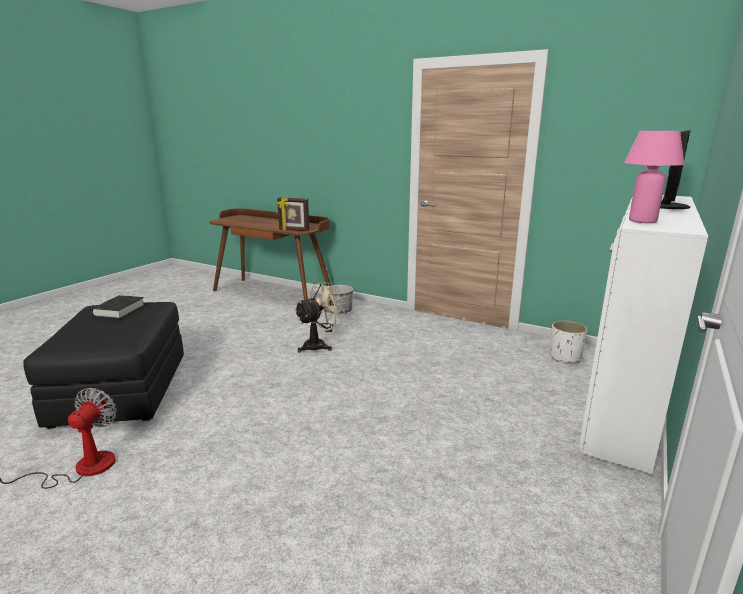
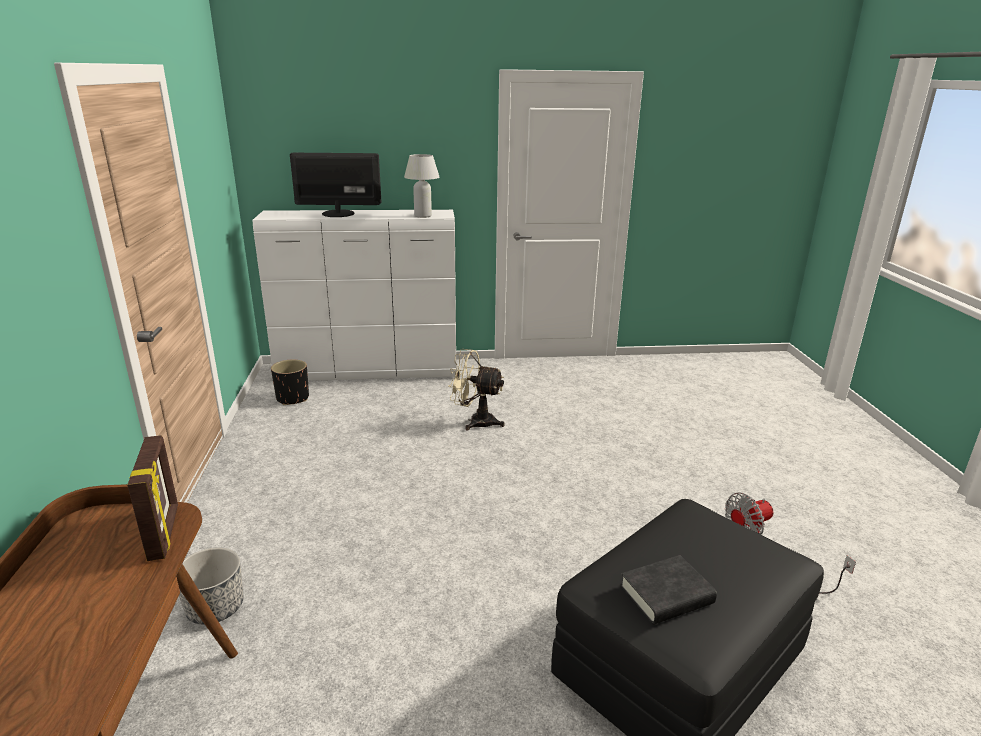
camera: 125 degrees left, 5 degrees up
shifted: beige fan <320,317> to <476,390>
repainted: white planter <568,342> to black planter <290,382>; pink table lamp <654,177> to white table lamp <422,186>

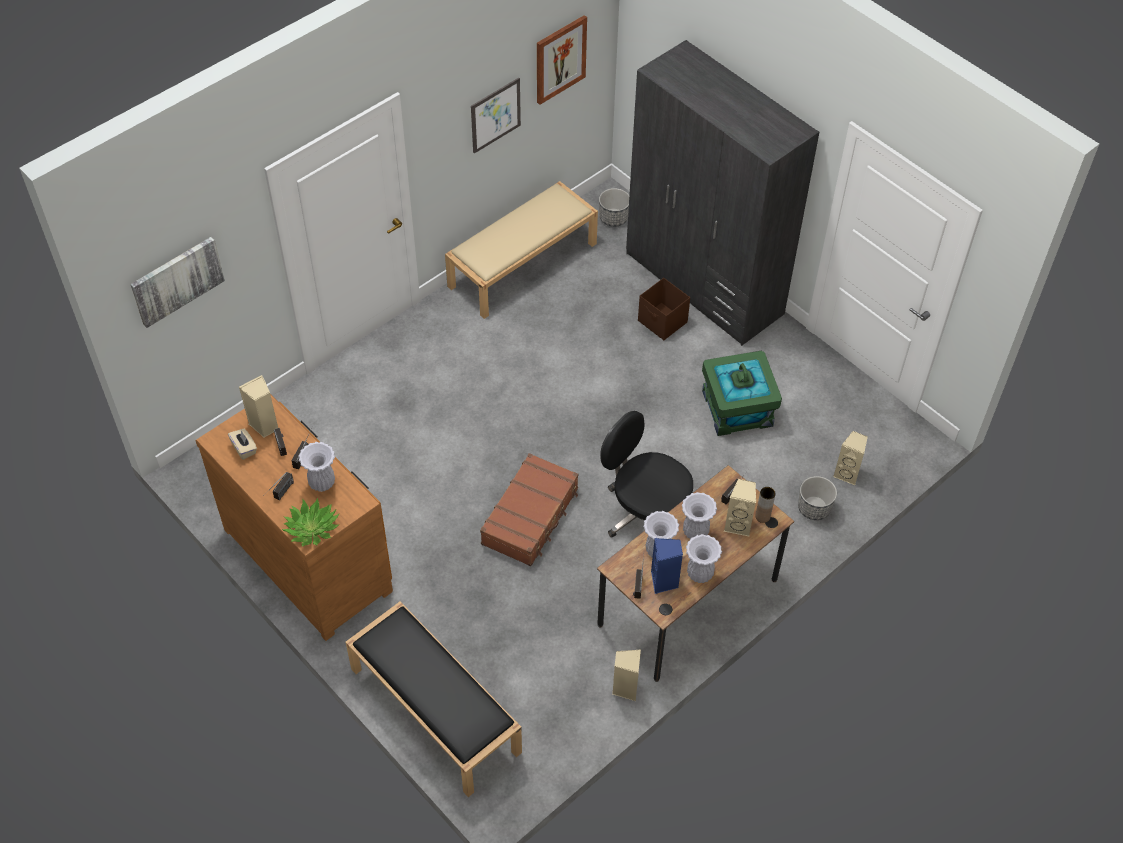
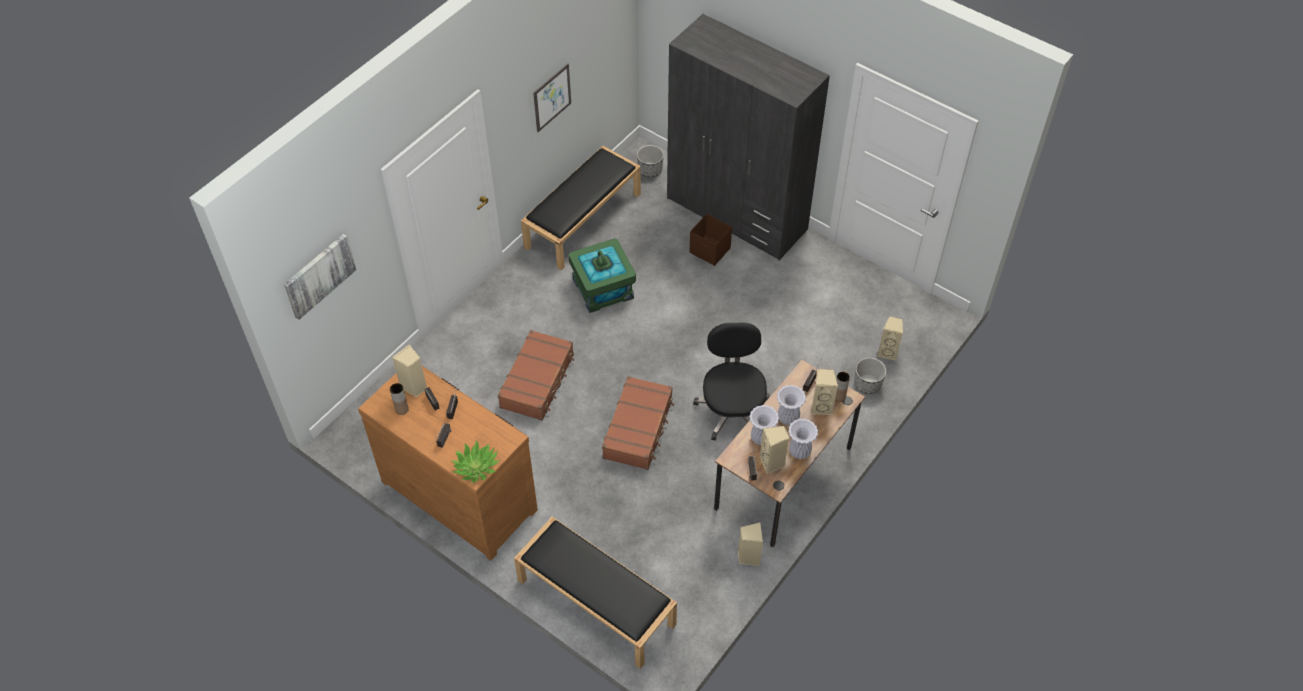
camera: 10 degrees left, 0 degrees up
gone: white vase <317,467>; picture <562,60>
new: brown suitcase <536,375>
shifted: green storage box <742,393> to <602,275>
swapped: beige tissue box <242,444> to brown vase <399,399>
repainted: beige bench <521,250> to black bench <581,208>; blue speaker <667,566> to beige speaker <774,450>
rotated: black office chair <646,474> = <731,381> 60 degrees clockwise

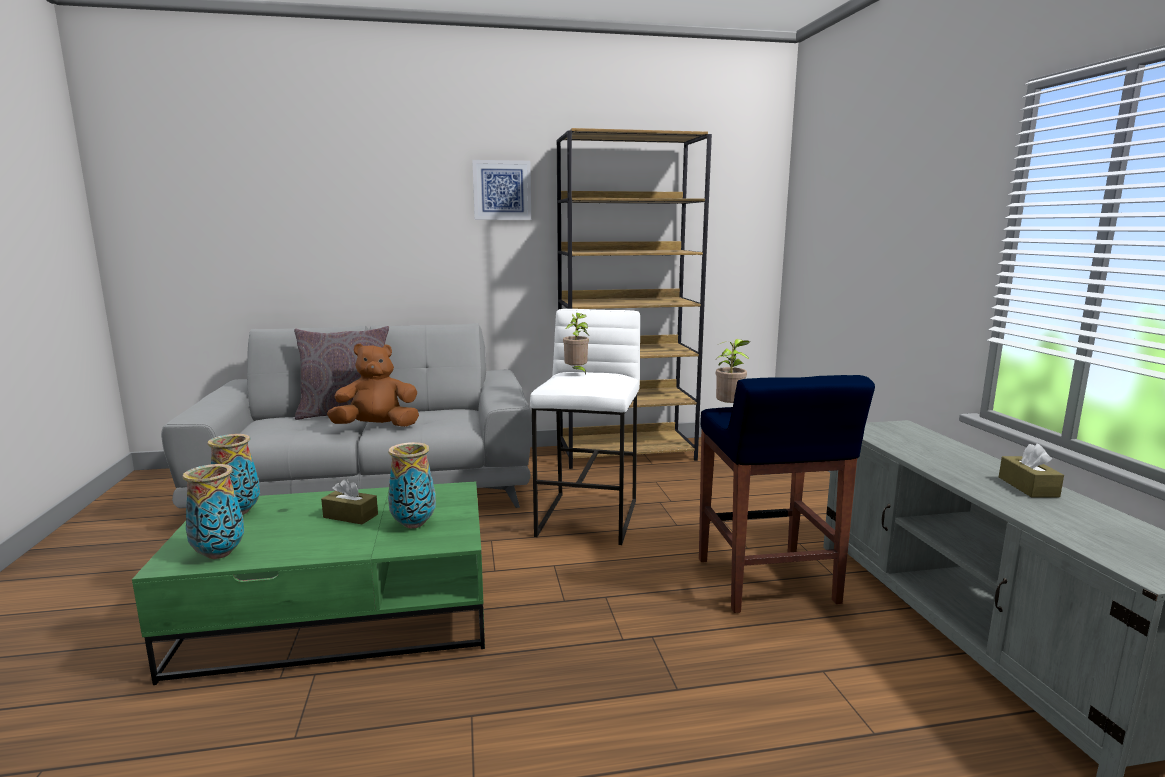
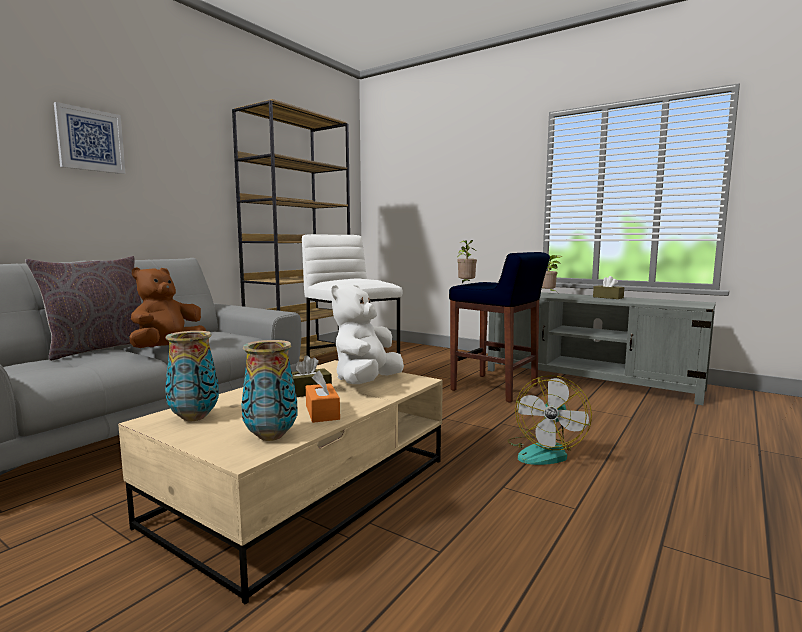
camera: 45 degrees left, 5 degrees down
new: orange tissue box <323,397>; fan <549,420>
shifted: picture <501,190> to <90,138>; potted plant <576,344> to <552,273>
swapped: vase <412,485> to white plush toy <367,334>
repainted: green coffee table <308,583> to beige coffee table <280,482>

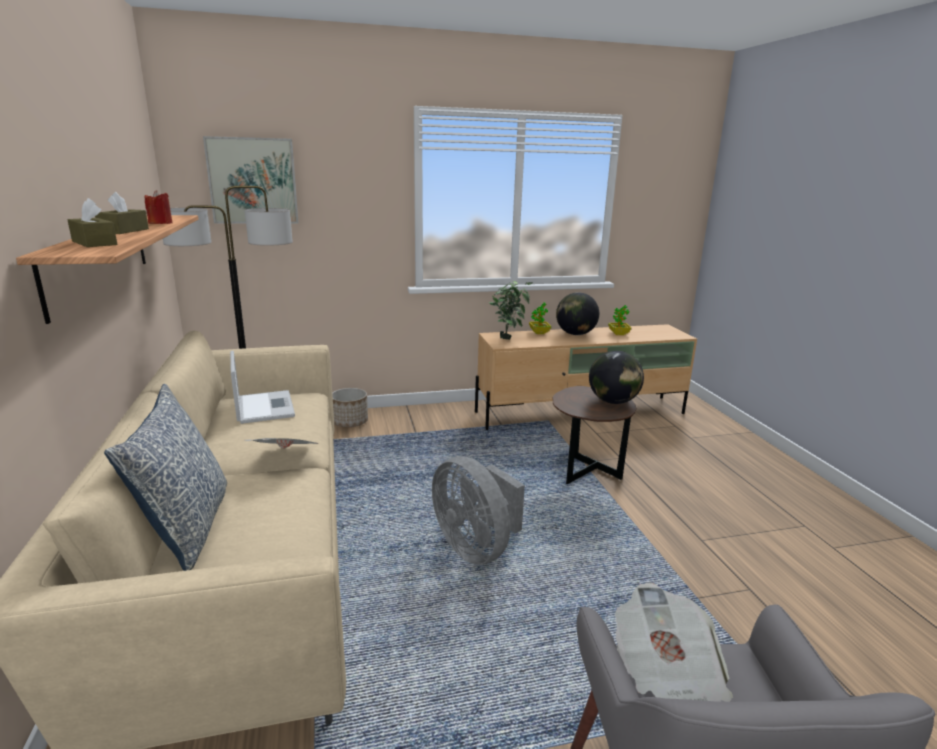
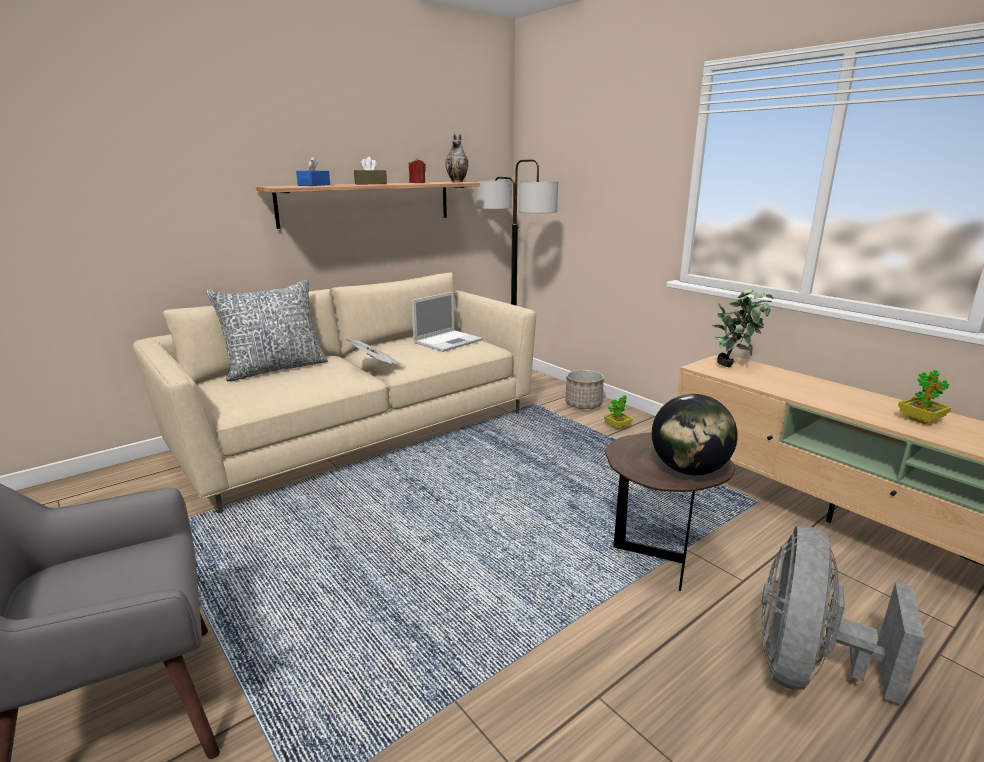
camera: 65 degrees right, 0 degrees up
gone: picture <251,180>; globe <577,313>; newspaper <674,642>
new: vase <457,158>
shifted: potted plant <540,318> to <618,412>; grey fan <478,510> to <843,615>
repainted: brown tissue box <92,222> to blue tissue box <313,171>

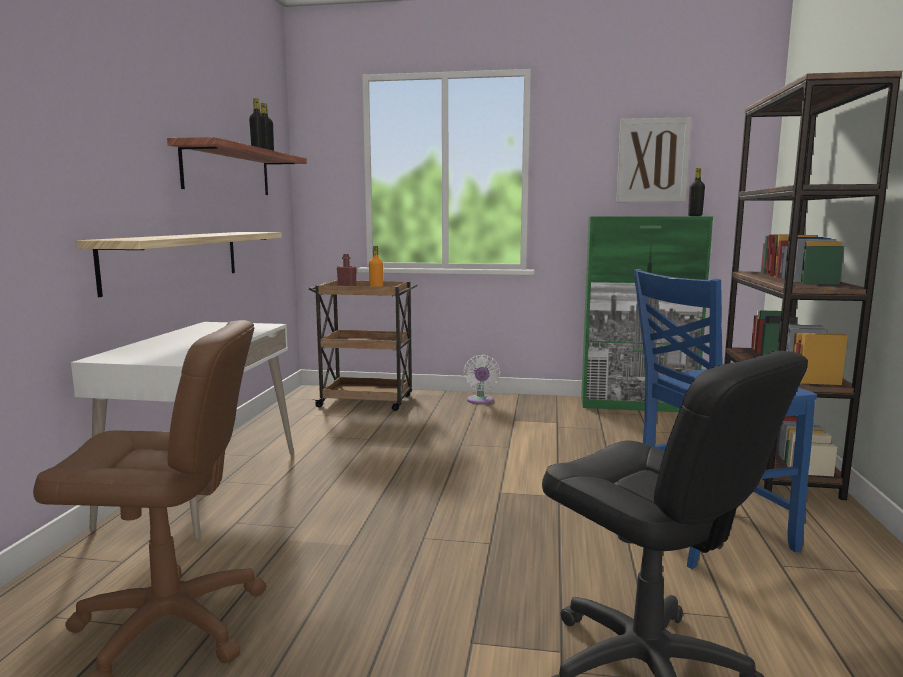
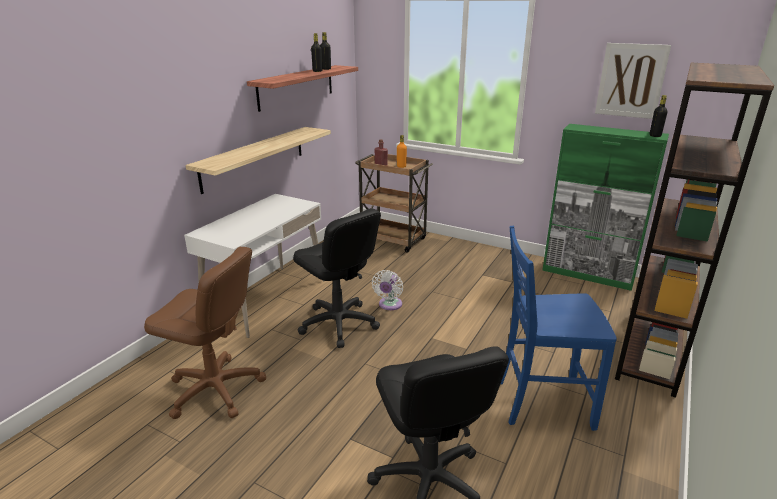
camera: 20 degrees right, 15 degrees up
new: black office chair <337,278>
shifted: white fan <481,379> to <387,290>

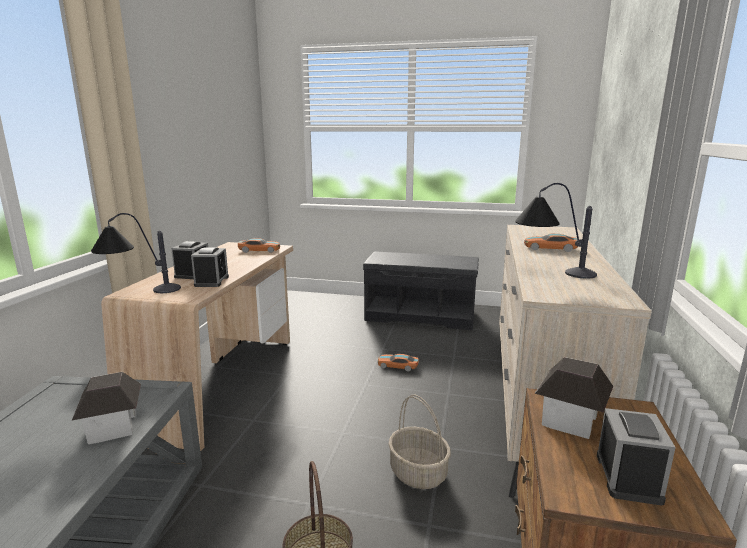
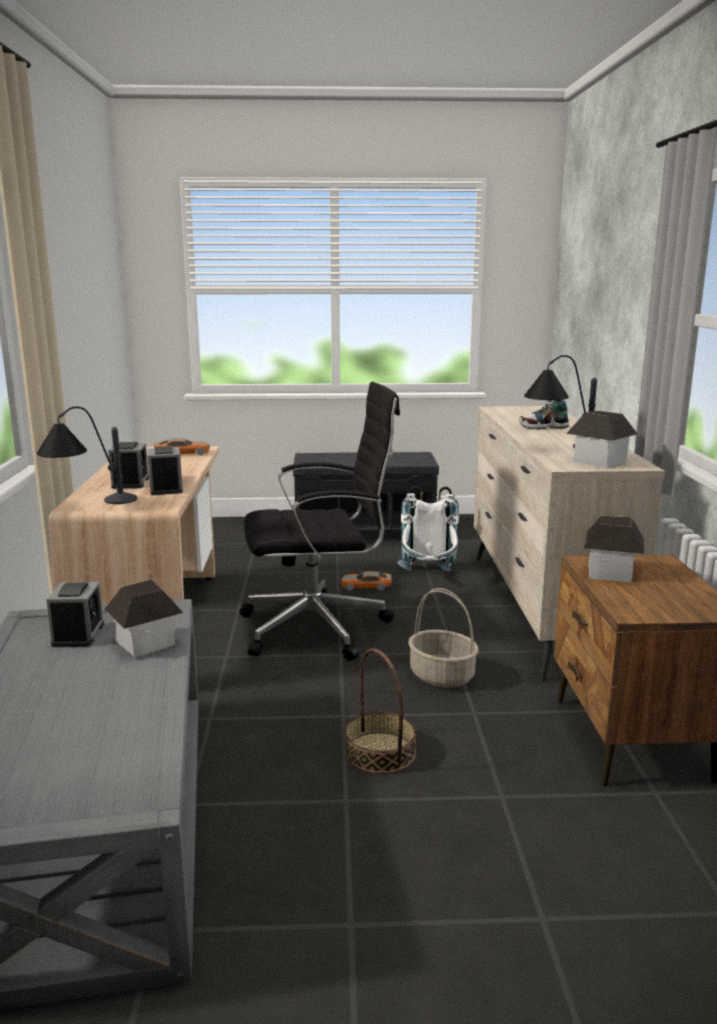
camera: 15 degrees left, 0 degrees up
new: black office chair <319,521>; white backpack <428,528>; toy house <601,439>
shifted: alarm clock <636,457> to <75,614>
swapped: toy car <551,243> to shoe <544,414>

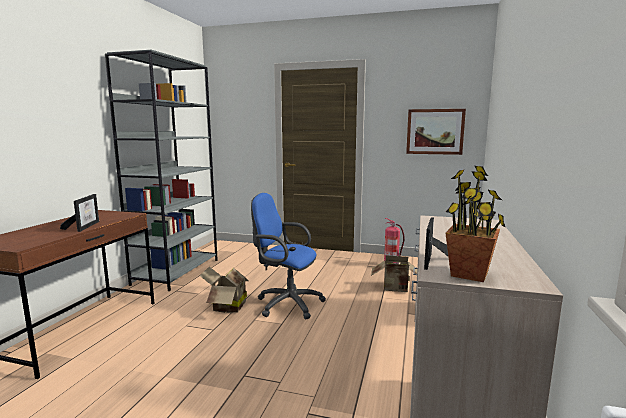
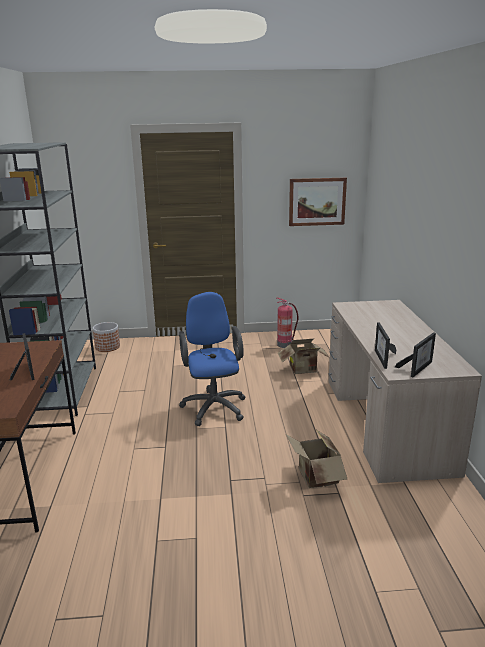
camera: 20 degrees left, 10 degrees up
new: planter <106,337>
shifted: cardboard box <224,290> to <316,459>
swapped: potted plant <475,224> to picture frame <415,354>
rotated: blue office chair <288,256> = <212,359> 75 degrees clockwise

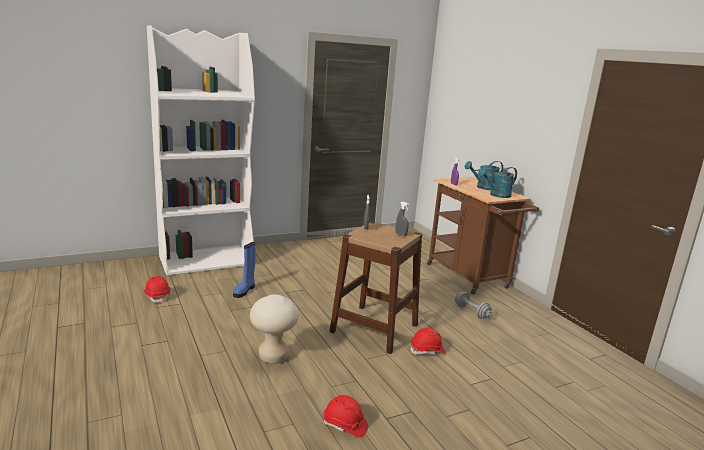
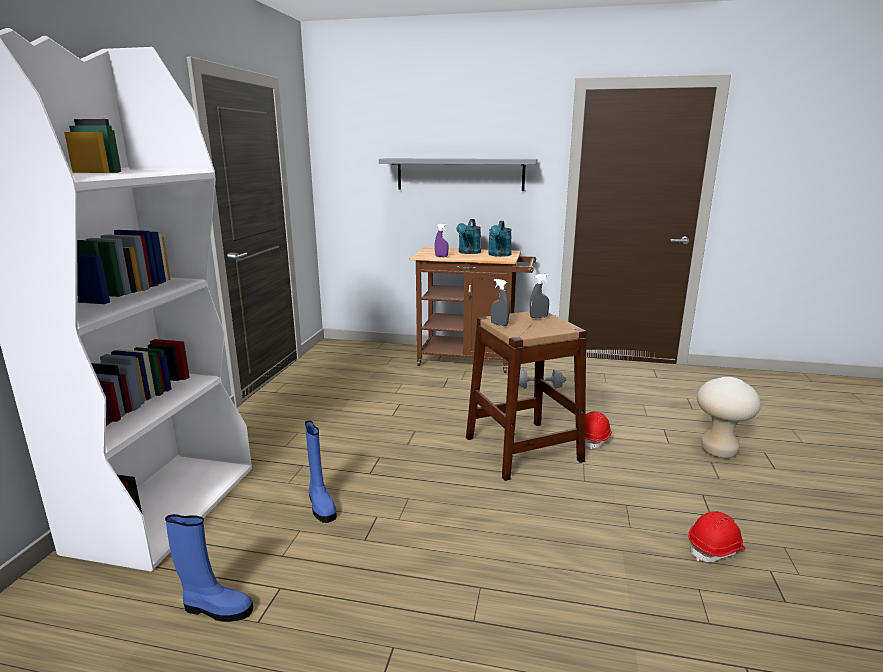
camera: 50 degrees left, 0 degrees up
new: grey shelf <458,174>
shifted: beige stool <274,329> to <729,417>
swapped: red hard hat <157,289> to blue boot <209,568>

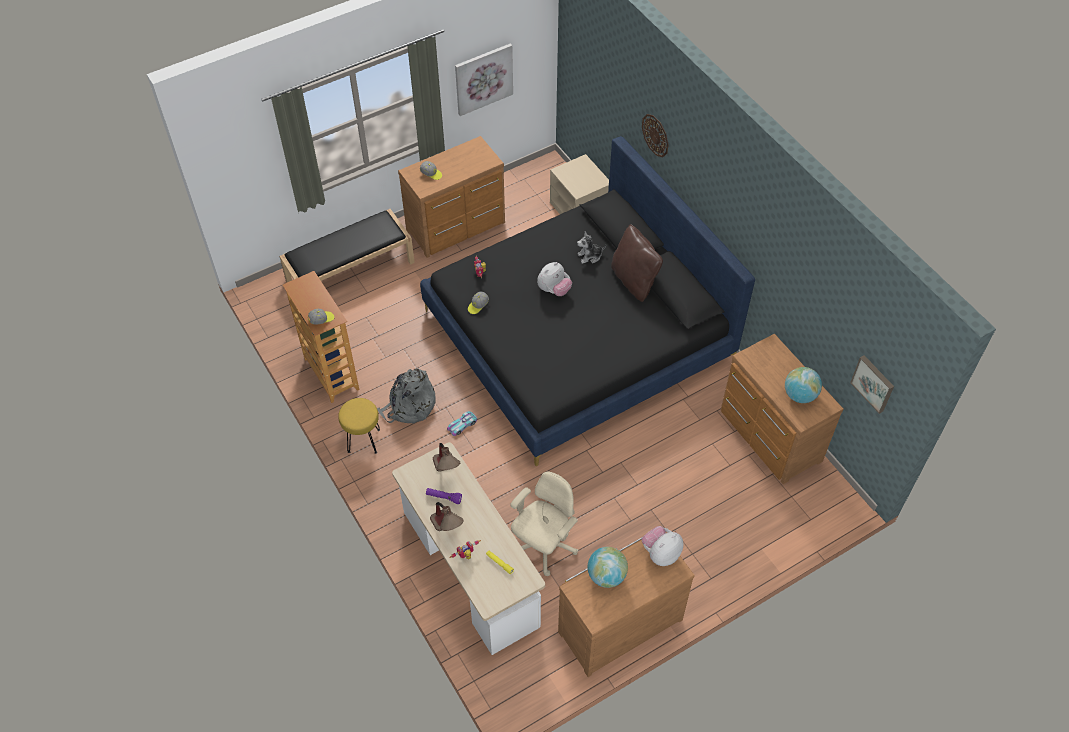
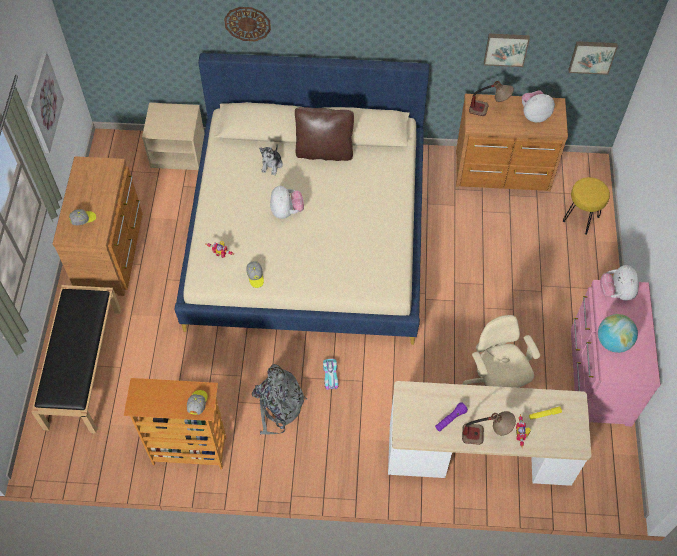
camera: 55 degrees left, 5 degrees up
new: picture <507,50>
shifted: table lamp <446,457> to <491,98>; yellow stool <359,426> to <586,206>
swapped: globe <803,385> to plush toy <538,106>
repainted: black bed <587,301> to beige bed <302,199>; brown dresser <626,607> to pink dresser <616,353>

